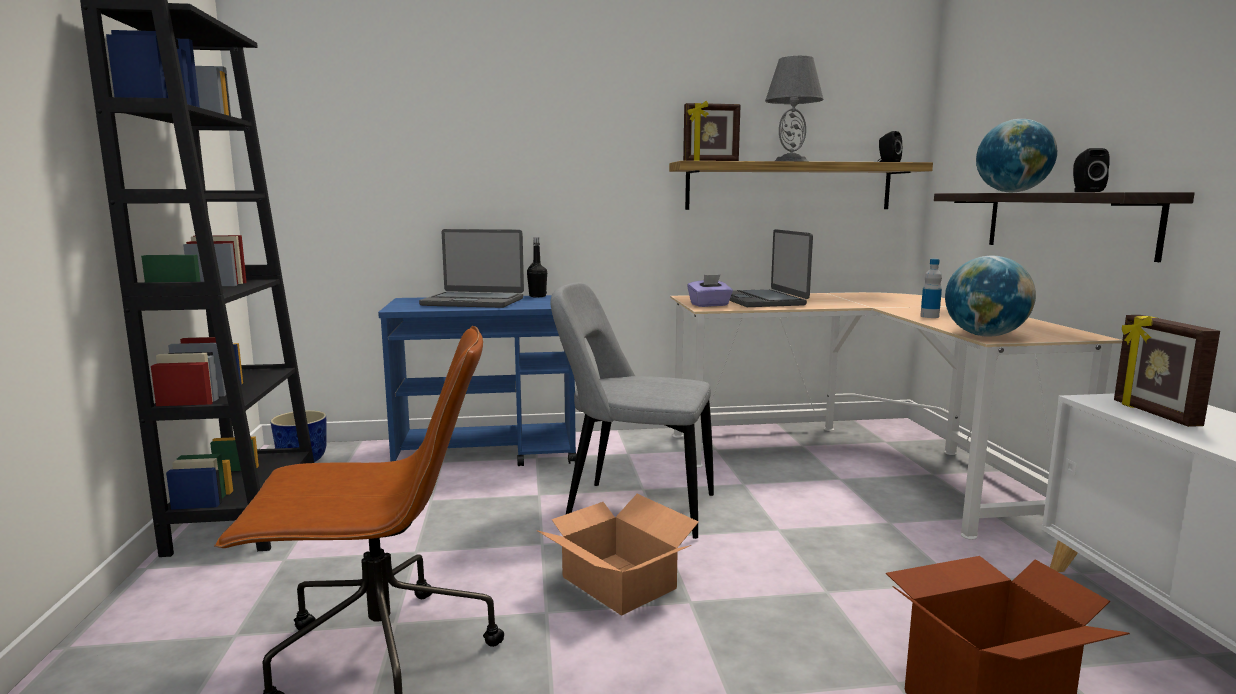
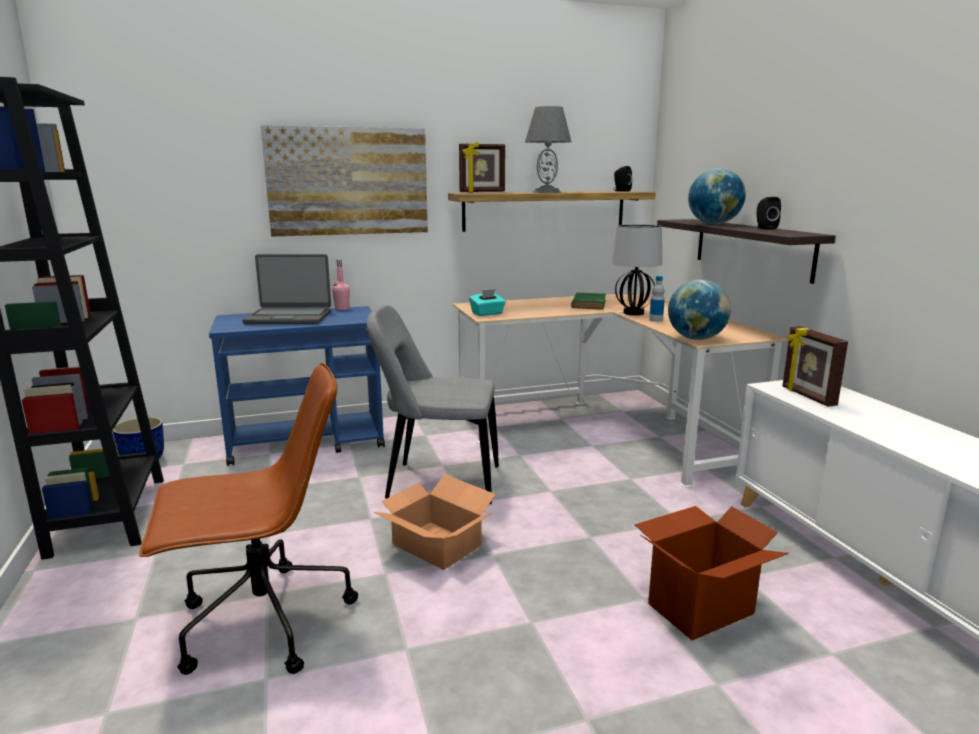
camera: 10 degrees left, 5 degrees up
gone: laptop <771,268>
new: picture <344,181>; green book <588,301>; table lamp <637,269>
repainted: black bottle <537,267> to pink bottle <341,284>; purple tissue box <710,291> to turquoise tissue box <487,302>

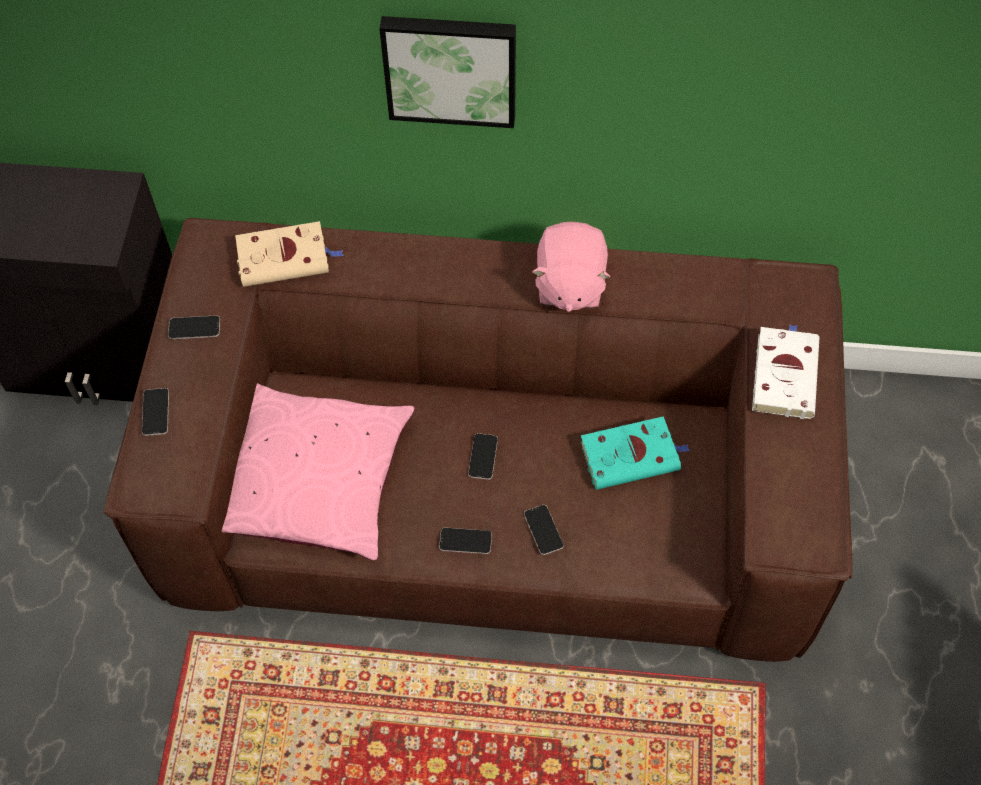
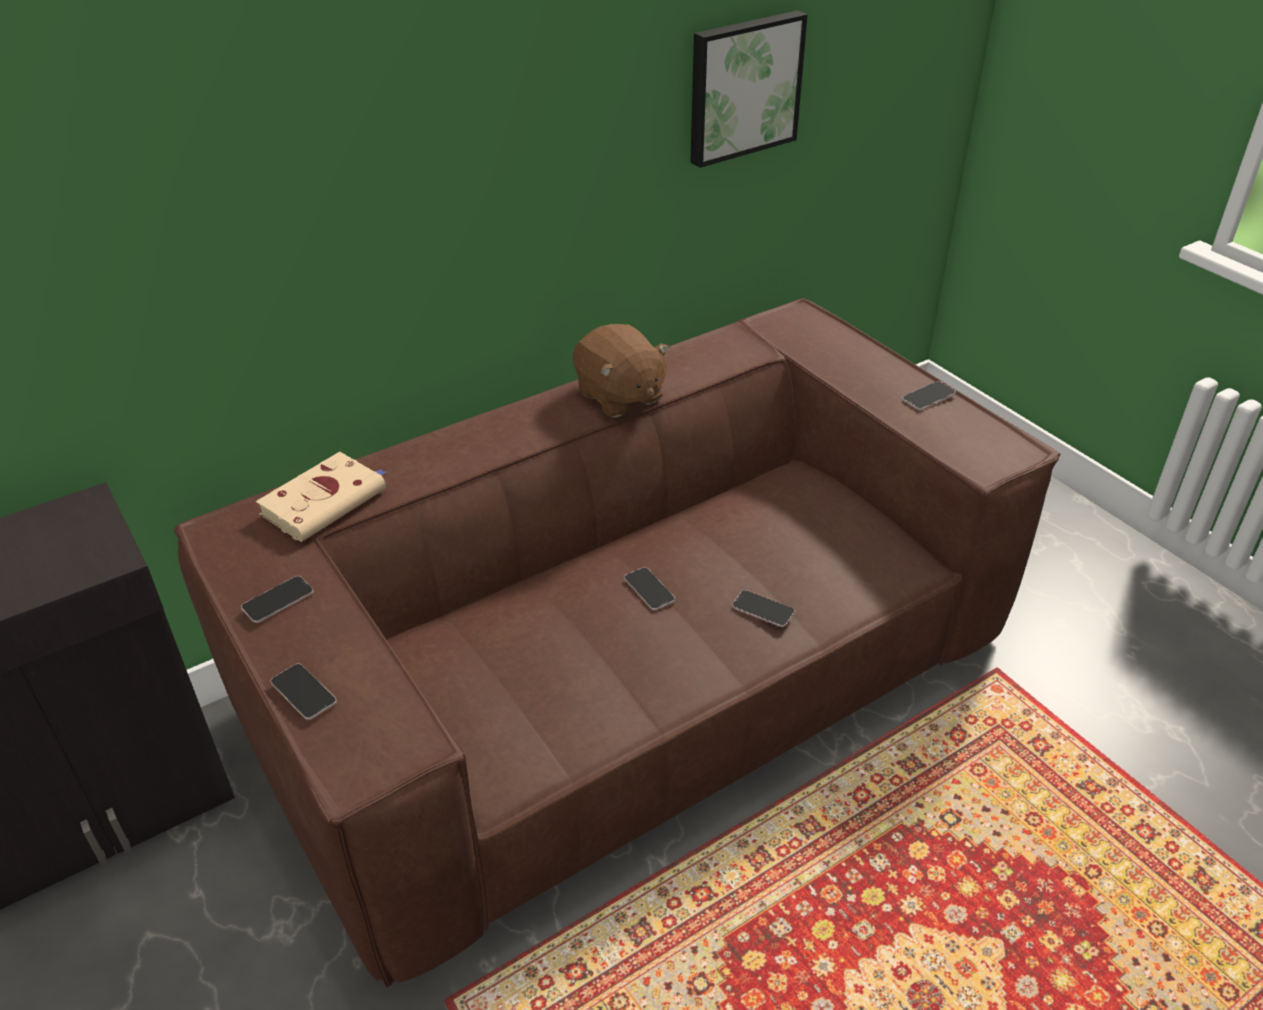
camera: 40 degrees left, 20 degrees down
gone: pink pillow <318,472>; turquoise book <635,453>; white book <786,371>
shifted: picture <447,72> to <749,89>; phone <465,540> to <929,395>
repainted: pink plush toy <571,267> to brown plush toy <621,371>

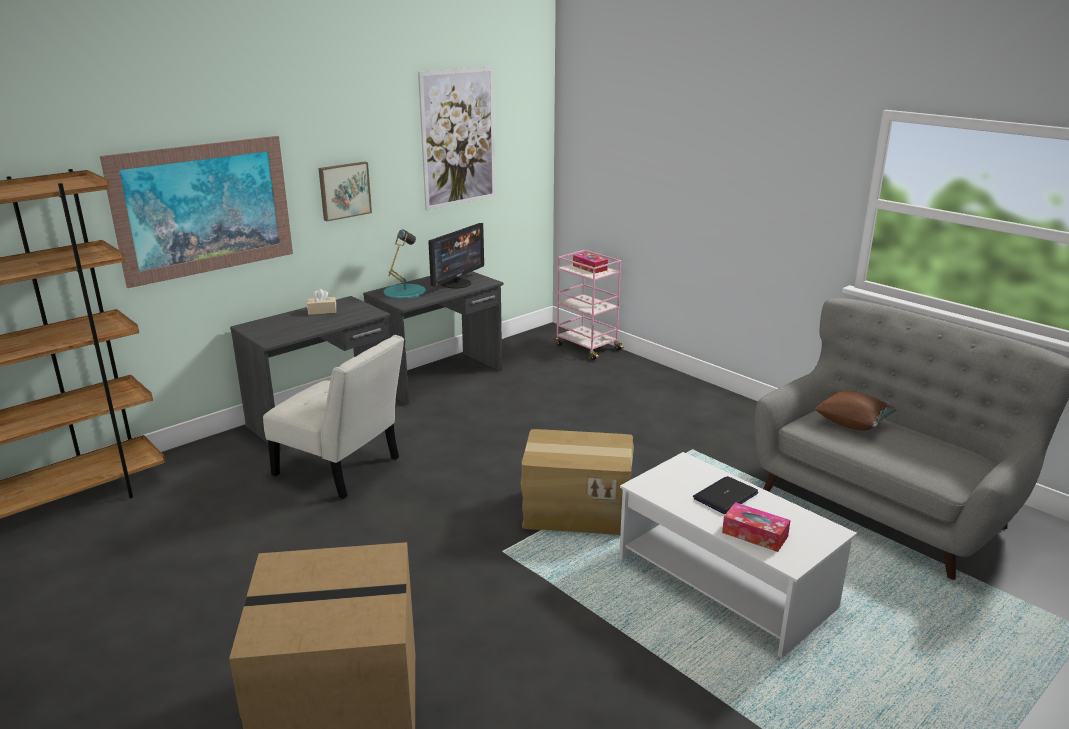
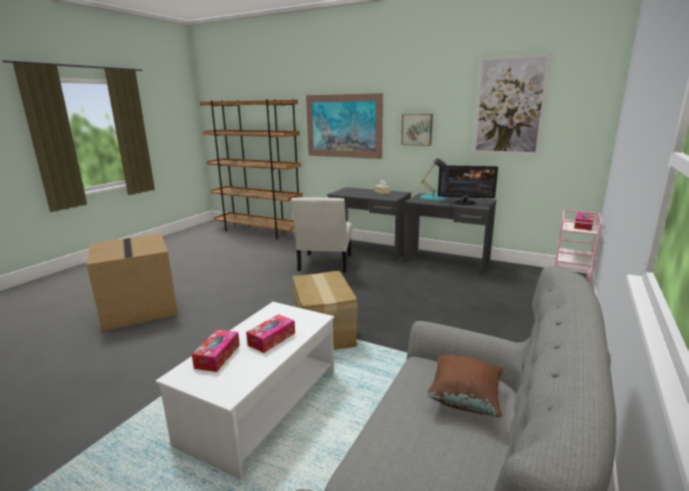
camera: 70 degrees right, 5 degrees down
swapped: laptop <726,495> to tissue box <270,333>

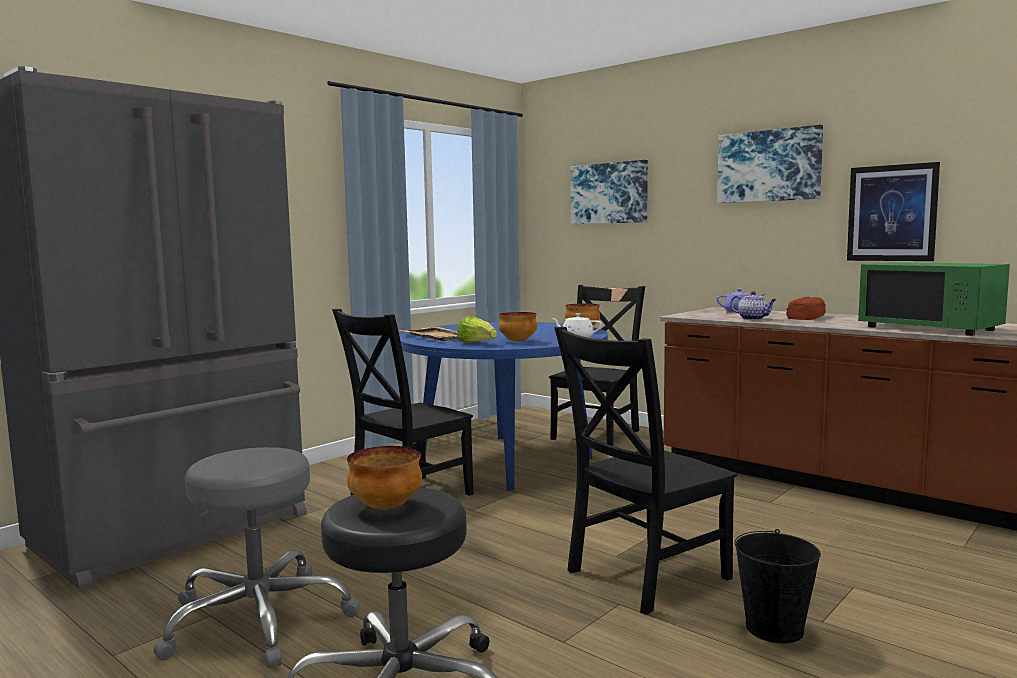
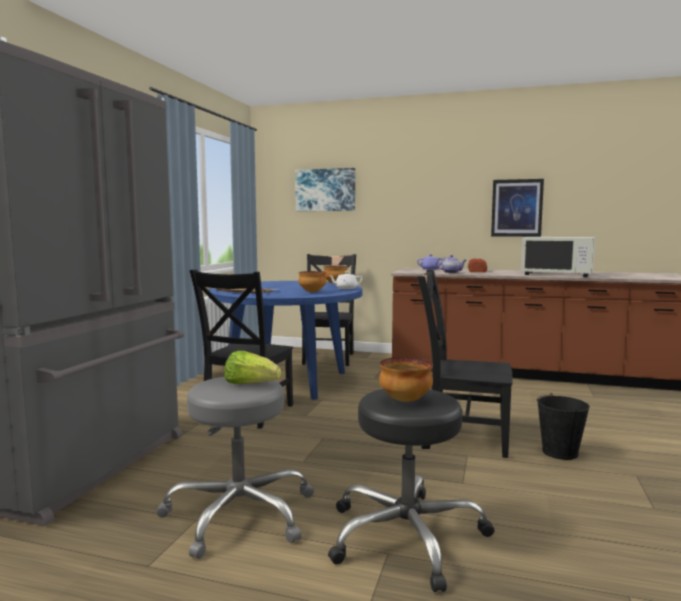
camera: 25 degrees left, 0 degrees up
gone: picture <770,164>
shifted: lettuce <477,329> to <252,367>
repainted: green microwave <934,299> to white microwave <558,257>
rotated: black chair <645,470> = <465,364> 75 degrees clockwise

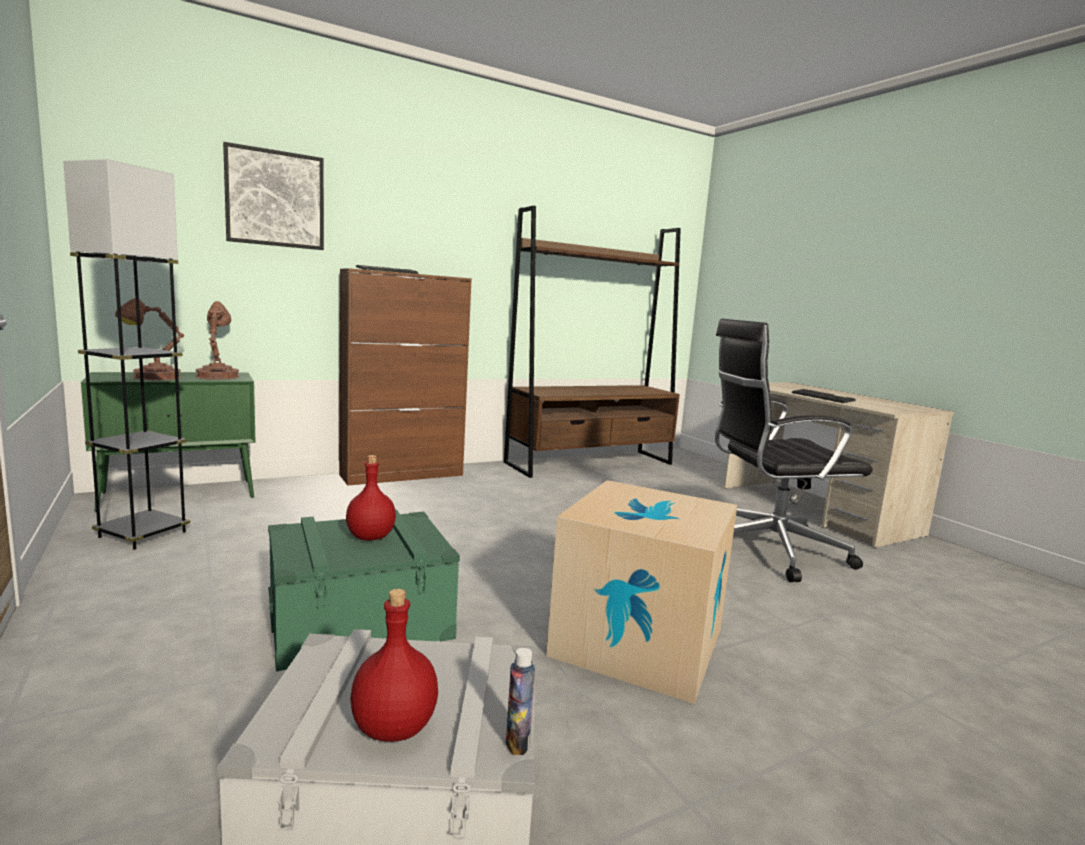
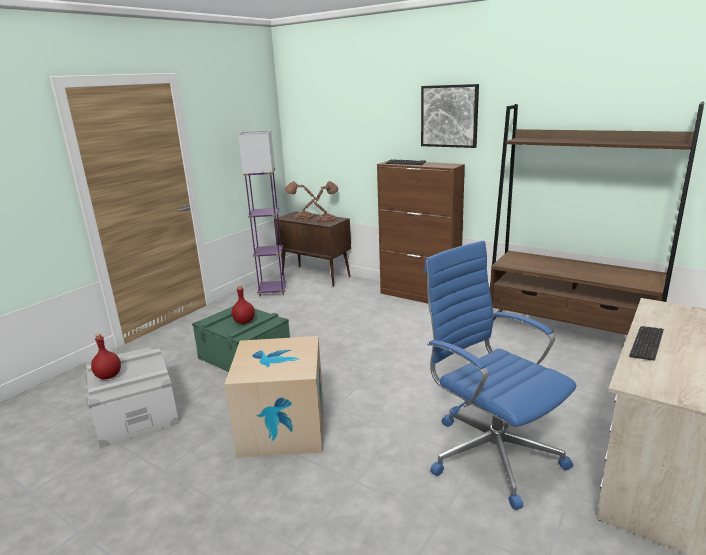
camera: 65 degrees right, 10 degrees up
gone: bottle <520,701>
shifted: picture <273,196> to <450,116>
repainted: grey floor lamp <126,354> to purple floor lamp <262,213>; green cabinet <168,441> to brown cabinet <312,249>; black office chair <794,450> to blue office chair <500,375>

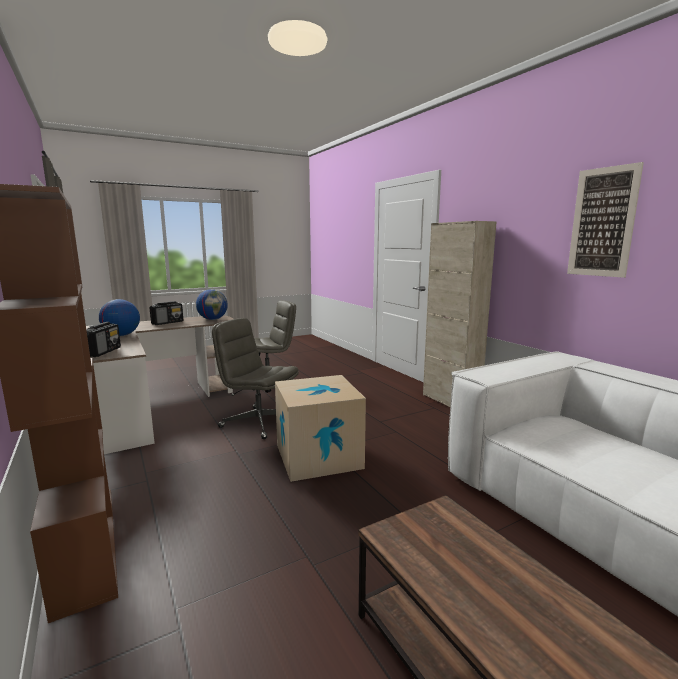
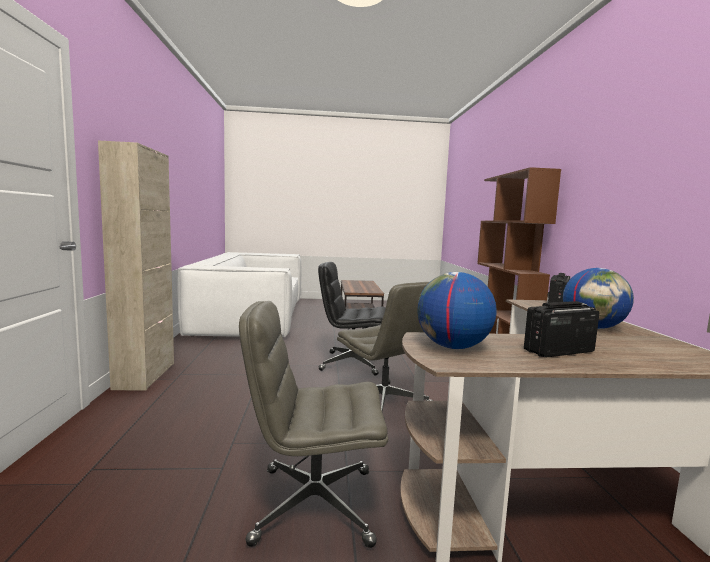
camera: 155 degrees left, 5 degrees down
gone: picture <605,220>
swapped: cardboard box <320,428> to black office chair <352,319>

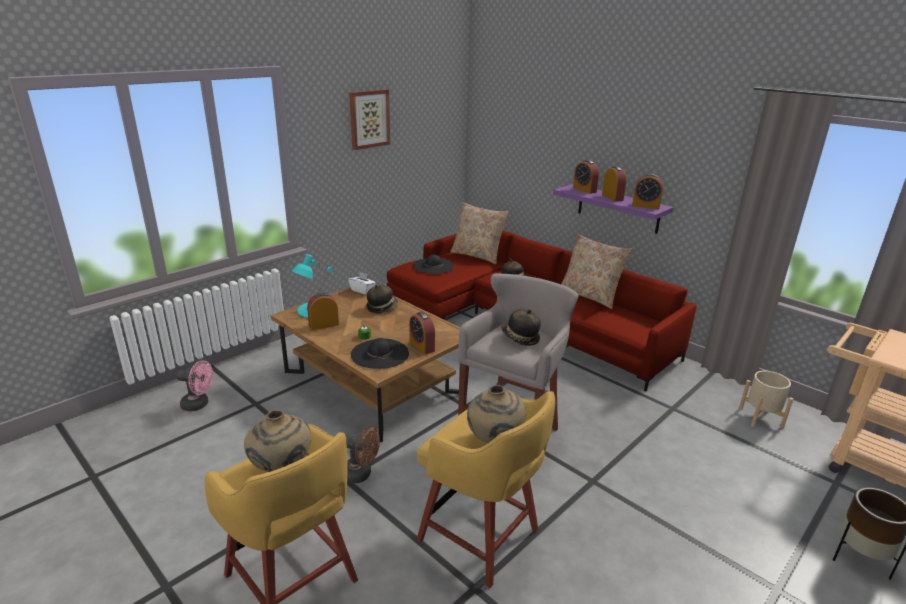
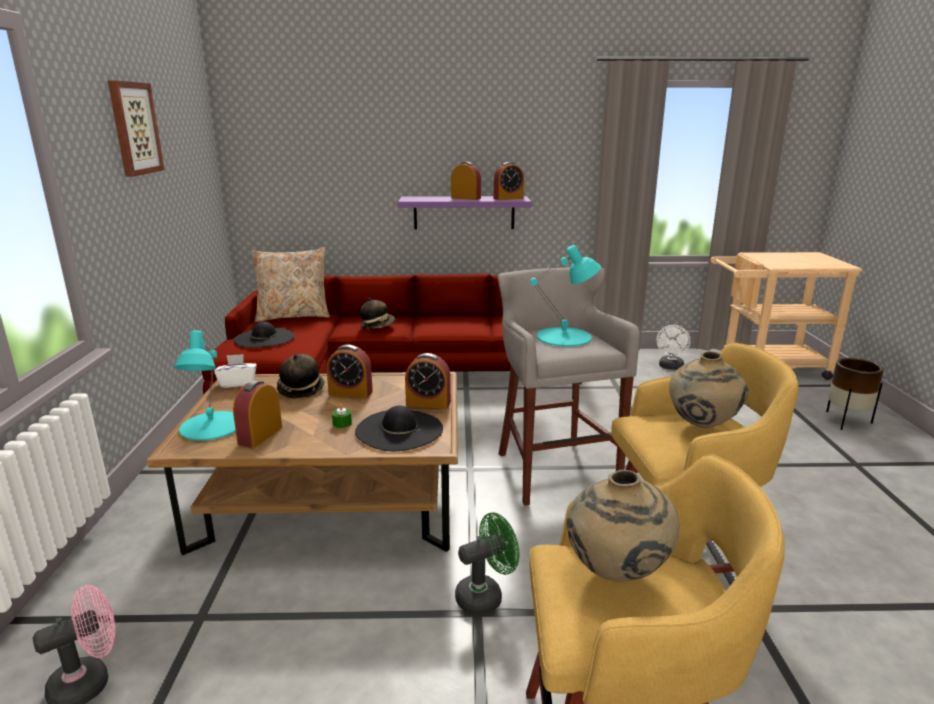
camera: 45 degrees left, 5 degrees down
gone: beige pillow <596,271>
shifted: alarm clock <586,177> to <350,371>
swapped: hat <521,327> to turquoise table lamp <565,296>; beige planter <766,399> to white fan <674,347>
repainted: brown fan <362,454> to green fan <487,564>

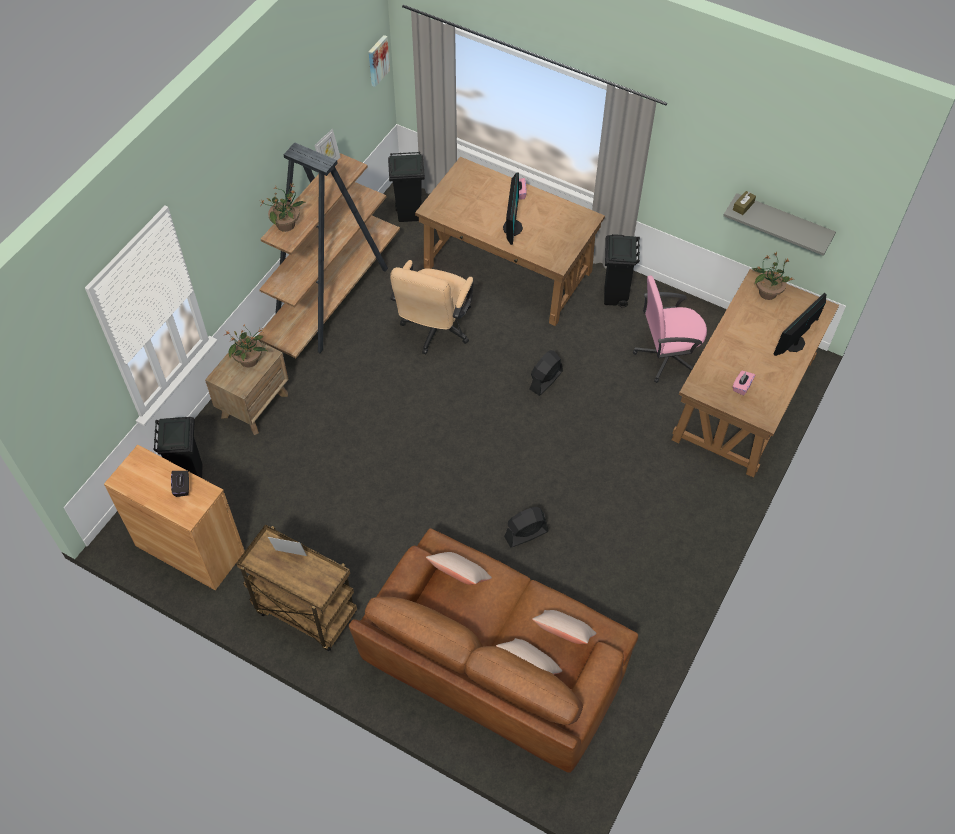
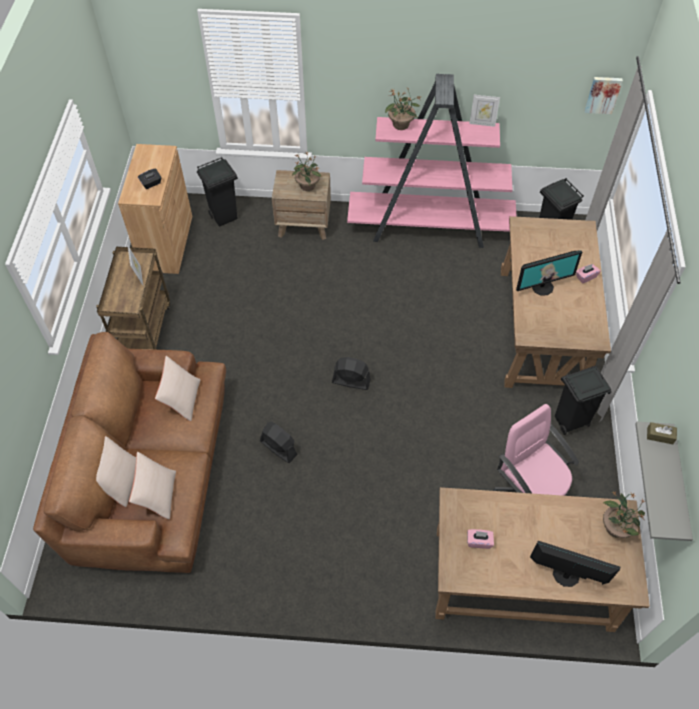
camera: 65 degrees right, 0 degrees up
gone: beige office chair <432,307>
shifted: black fan <546,373> to <351,373>
repainted: brown bookcase <329,250> to pink bookcase <432,161>

